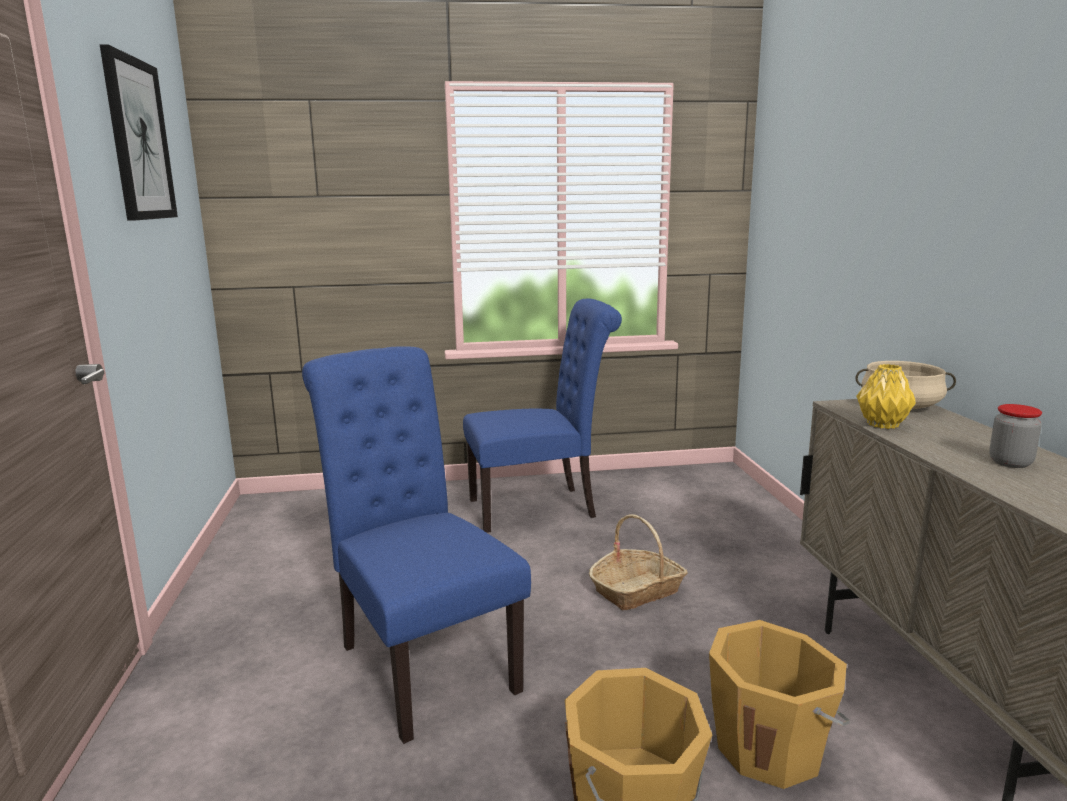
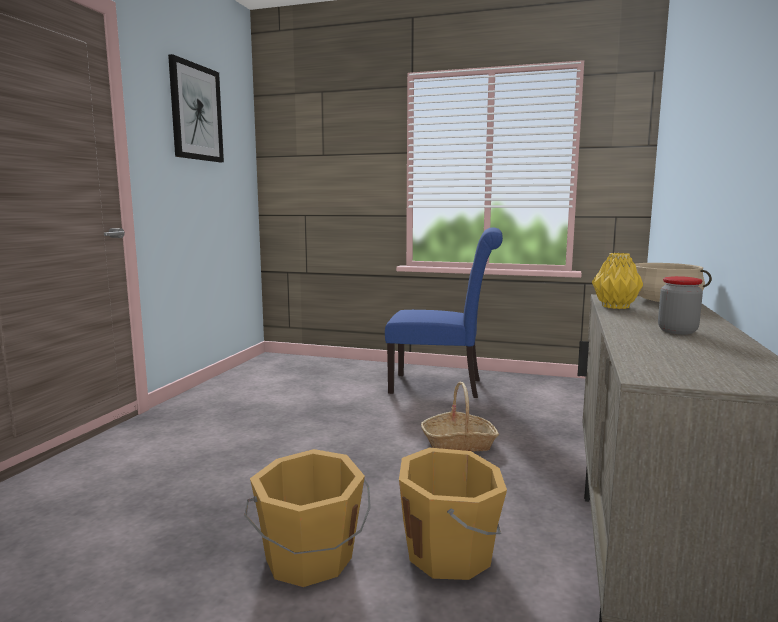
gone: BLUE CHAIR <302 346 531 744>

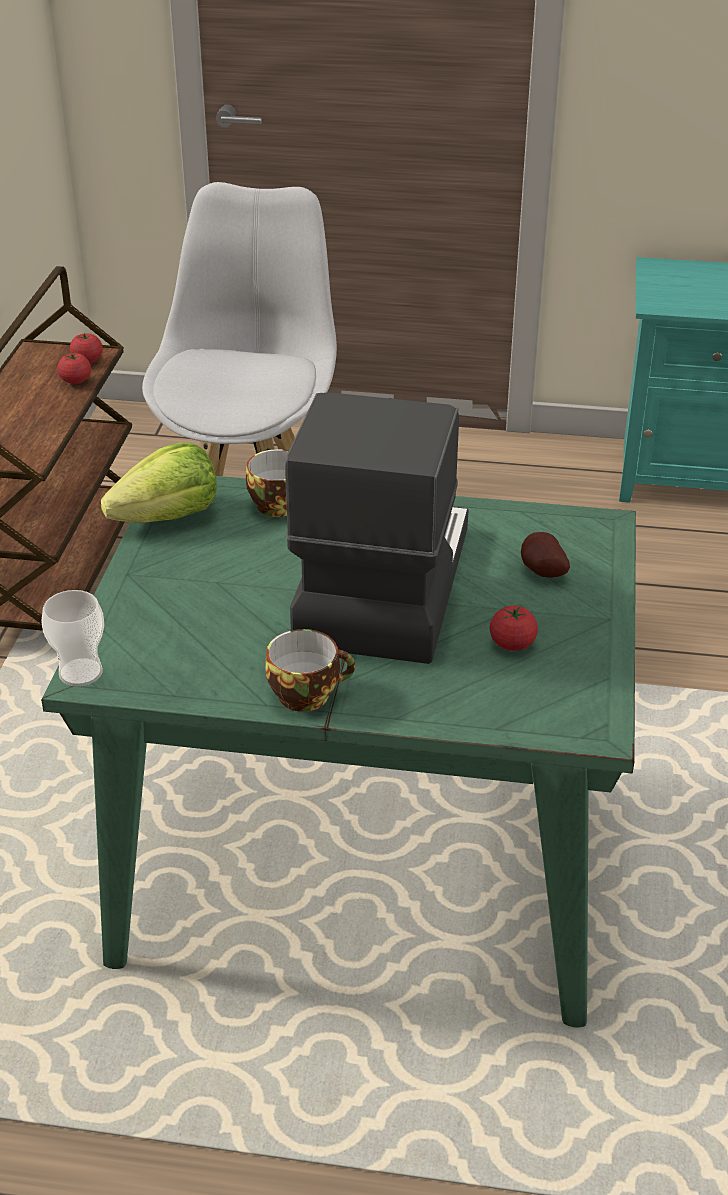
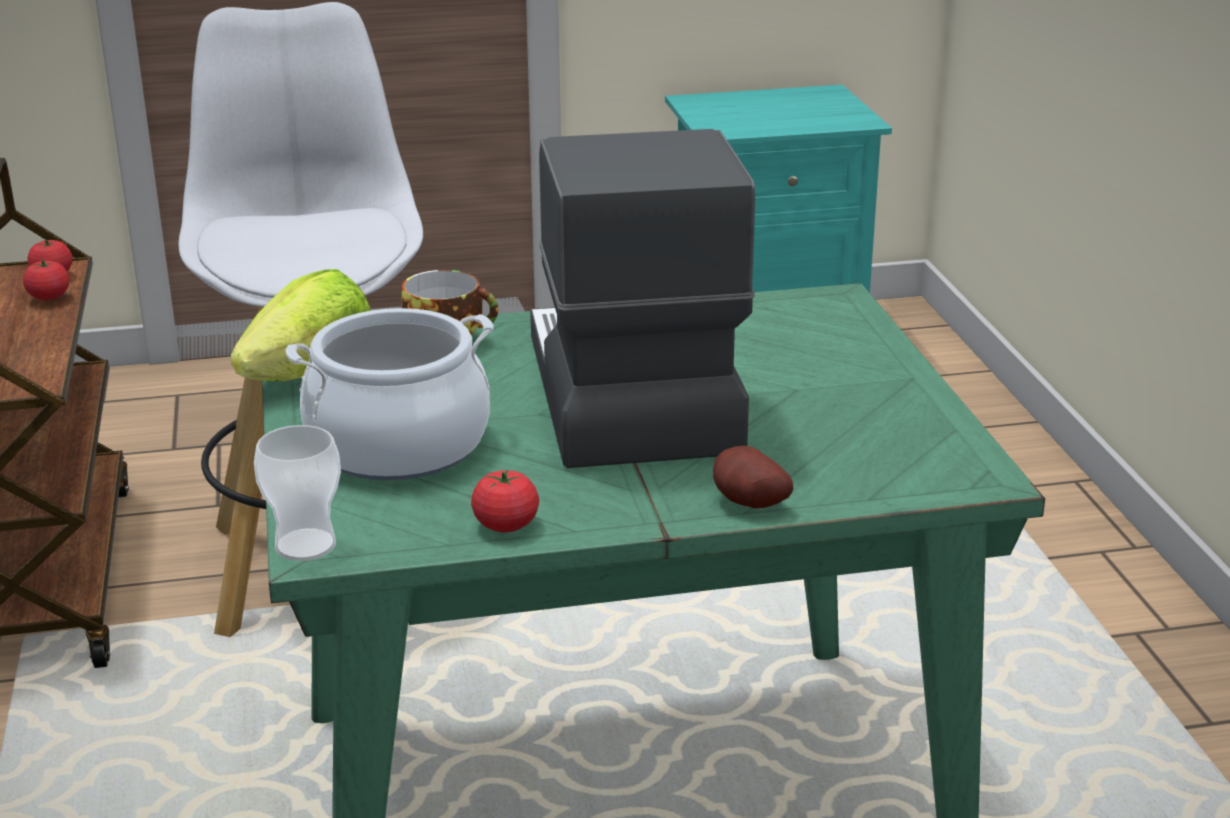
gone: CUP <265 629 355 712>
new: COOKING POT <286 308 494 480>
shifted: TOMATO <489 606 538 651> to <471 470 539 532>; POTATO <521 532 570 578> to <713 446 793 508>

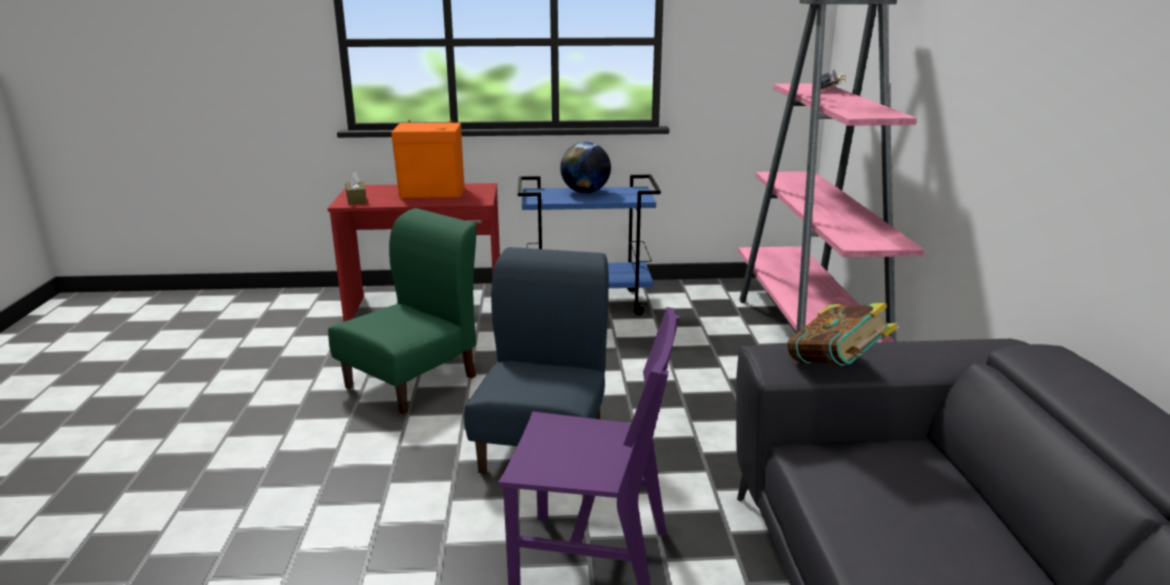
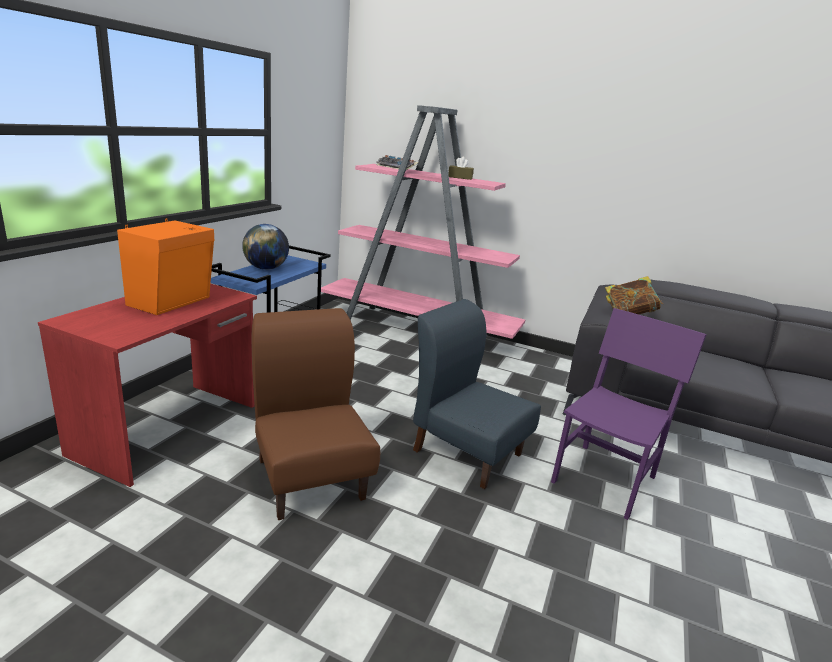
shifted: BROWN TISSUE BOX <345 172 367 205> to <448 157 474 180>
repainted: GREEN CHAIR <328 208 477 414> to BROWN CHAIR <251 308 380 520>

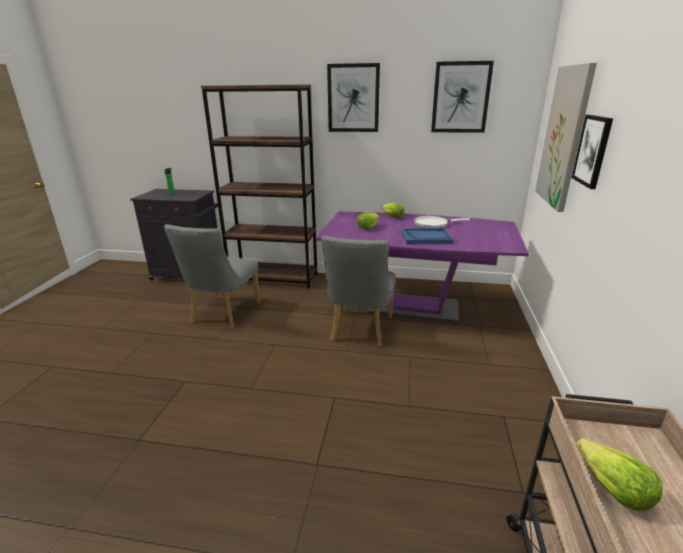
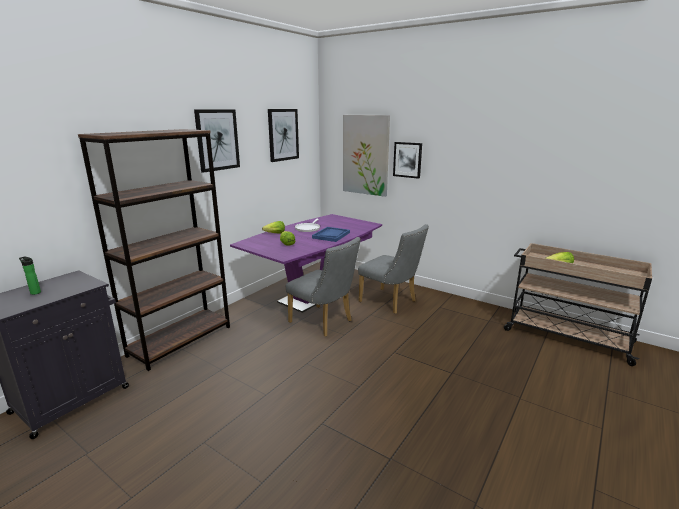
shifted: GREY CHAIR <164 224 261 328> to <358 224 429 314>

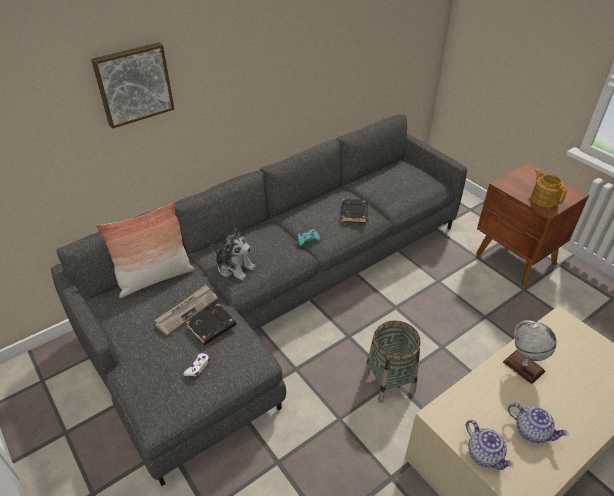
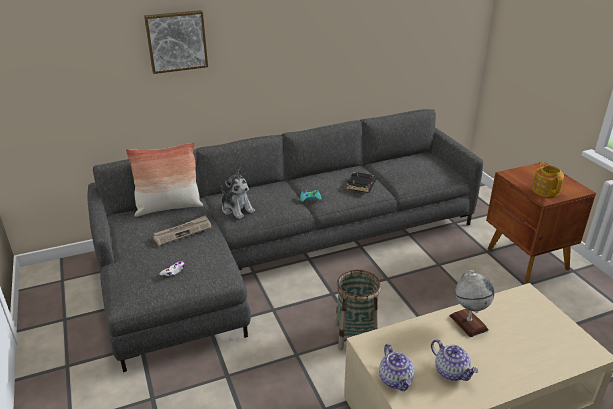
gone: BLACK BOOK <186 304 237 345>

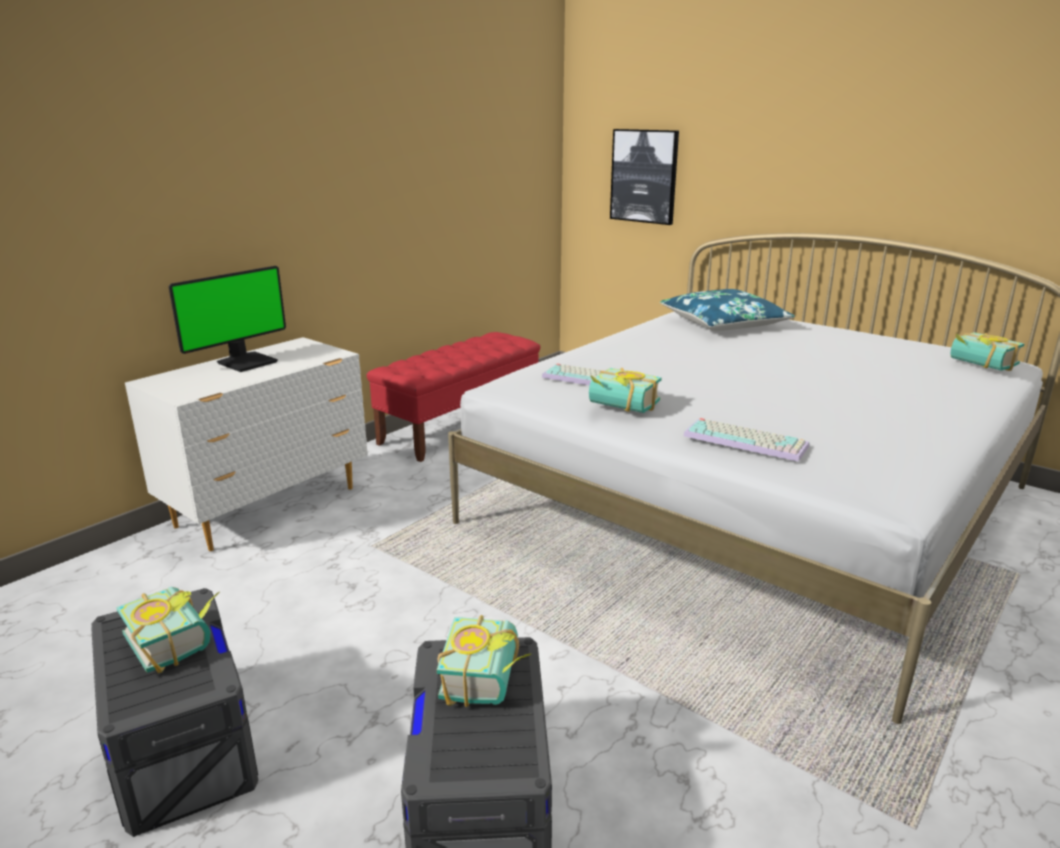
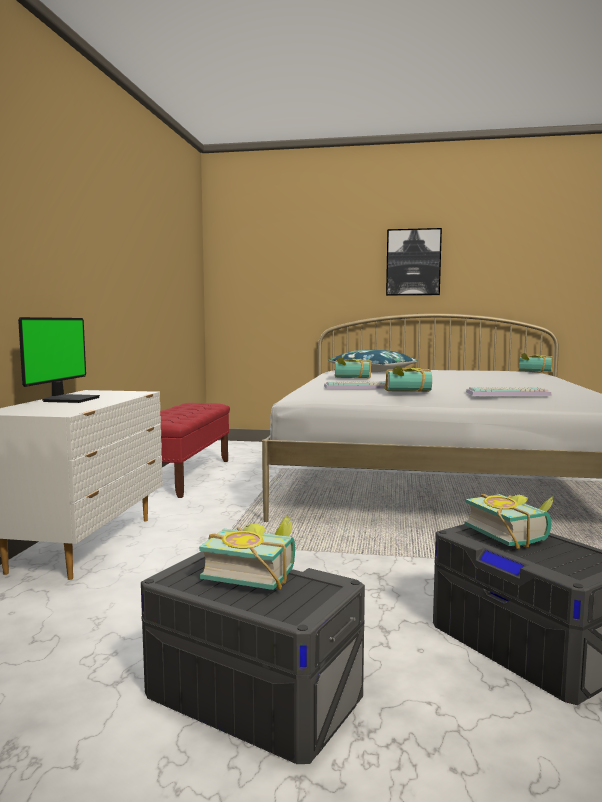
new: BOOK <335 357 371 378>
shifted: PICTURE <610 129 679 225> to <386 228 442 296>

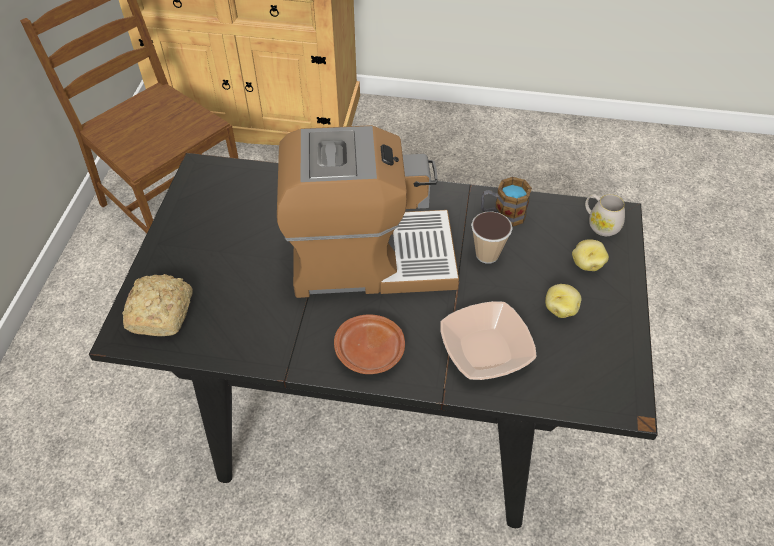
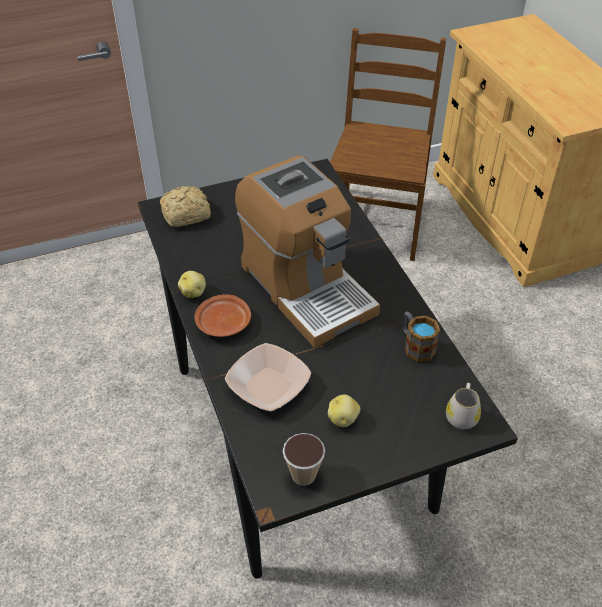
shifted: CUP <471 211 513 264> to <283 433 325 486>; POTATO <572 239 609 271> to <178 271 206 298>

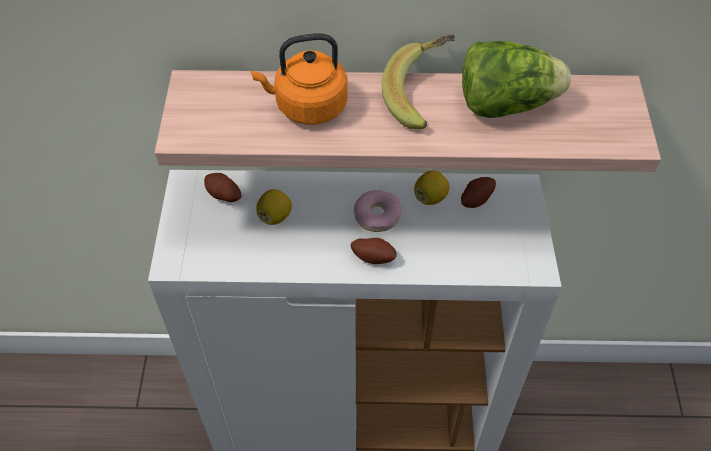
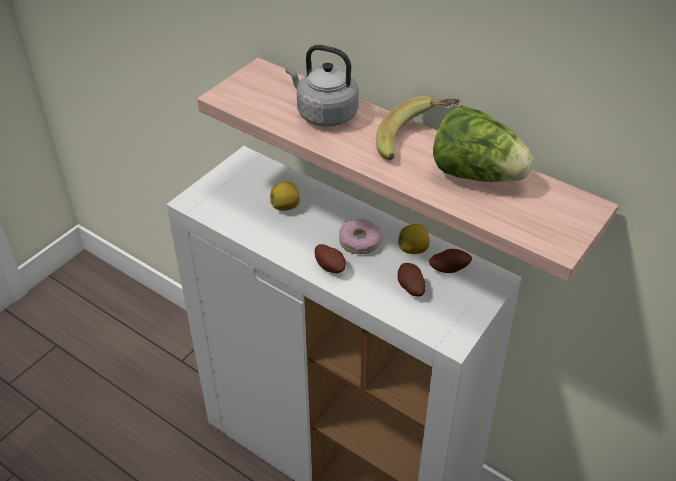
shifted: POTATO <204 173 242 202> to <397 263 426 296>
repainted: ORANGE KETTLE <251 33 348 124> to GREY KETTLE <285 45 359 127>

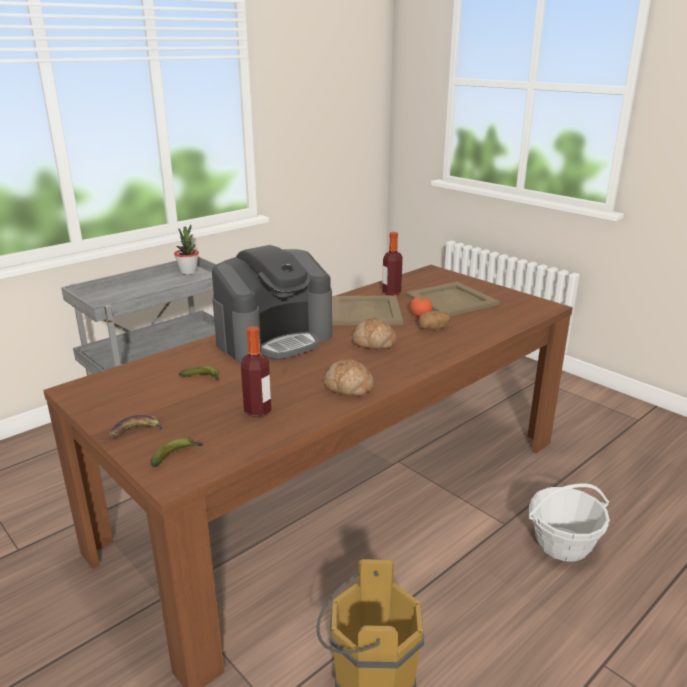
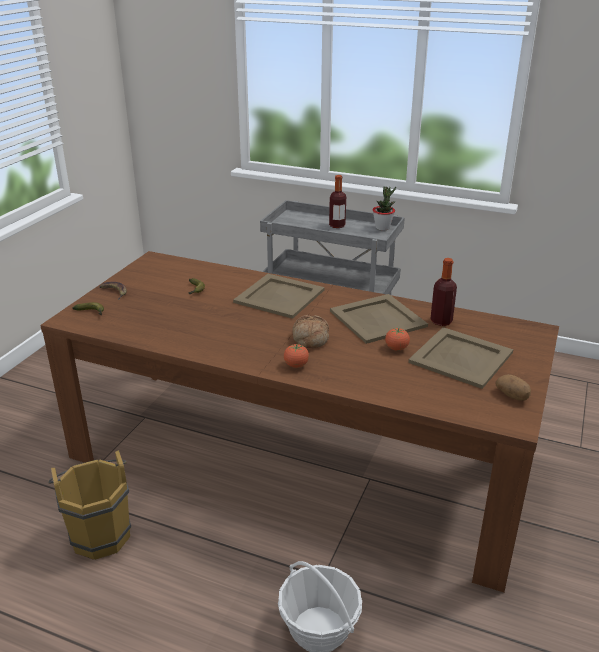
gone: BREAD <324 358 374 396>
new: TOMATO <284 343 309 368>
shifted: BOTTLE <241 326 271 417> to <329 175 346 228>; POTATO <418 311 450 330> to <495 374 531 401>
swapped: COFFEE MACHINE <212 245 332 363> to BEIGE TRAY <233 274 325 319>

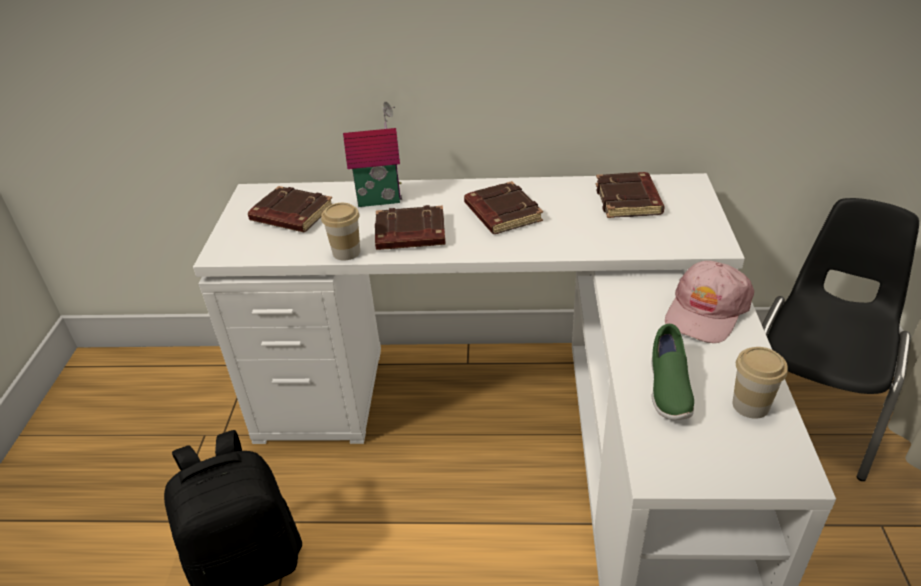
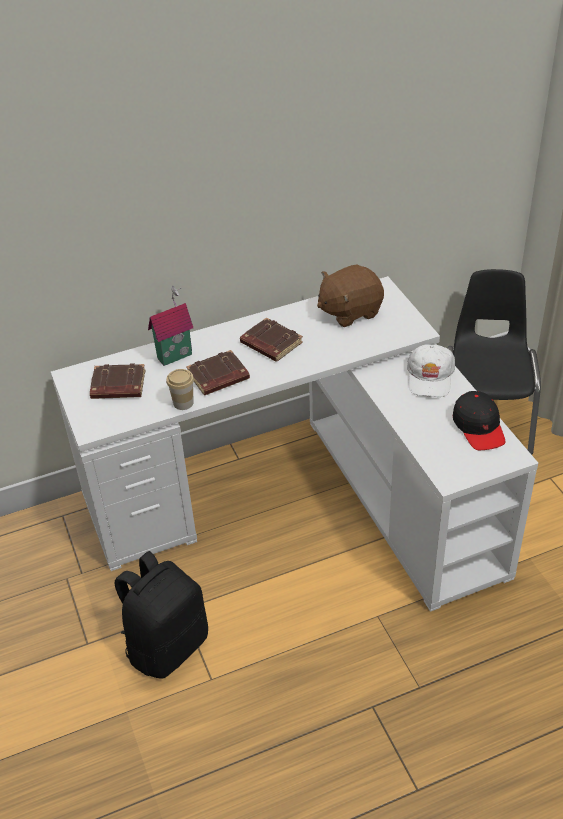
gone: GREEN SHOE <651 324 694 420>
swapped: BROWN BOOK <596 172 665 218> to BROWN PLUSH TOY <317 264 384 327>; CUP <732 347 788 419> to BLACK CAP <453 391 505 450>
repainted: PINK CAP <665 261 754 343> to WHITE CAP <407 344 455 397>

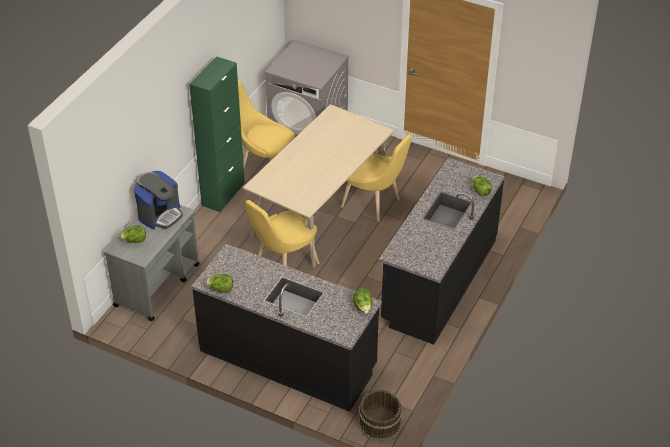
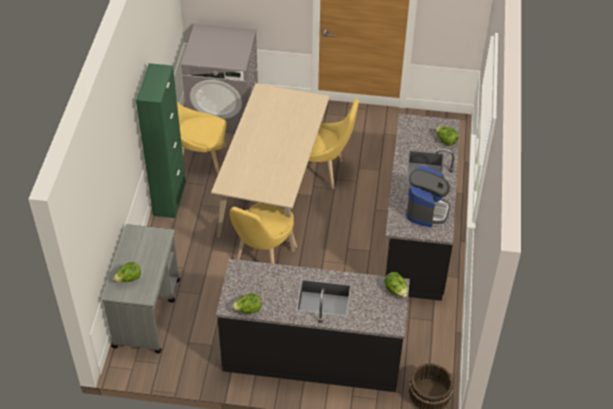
shifted: COFFEE MACHINE <134 171 183 229> to <406 166 450 227>

